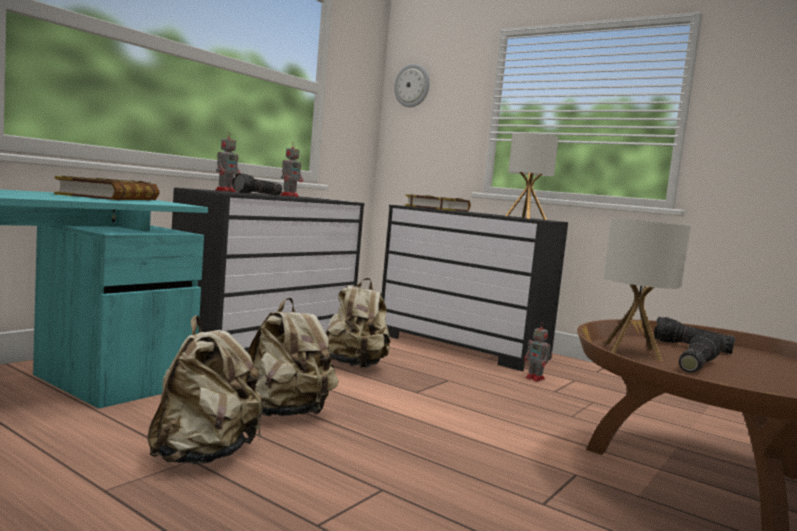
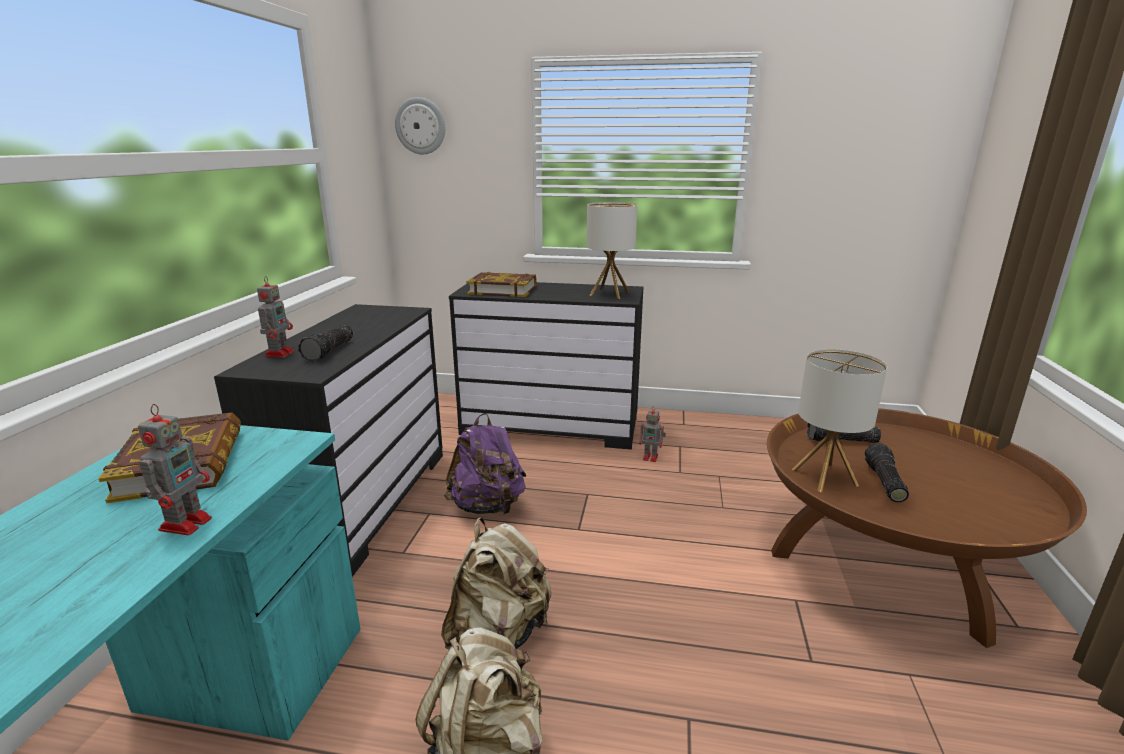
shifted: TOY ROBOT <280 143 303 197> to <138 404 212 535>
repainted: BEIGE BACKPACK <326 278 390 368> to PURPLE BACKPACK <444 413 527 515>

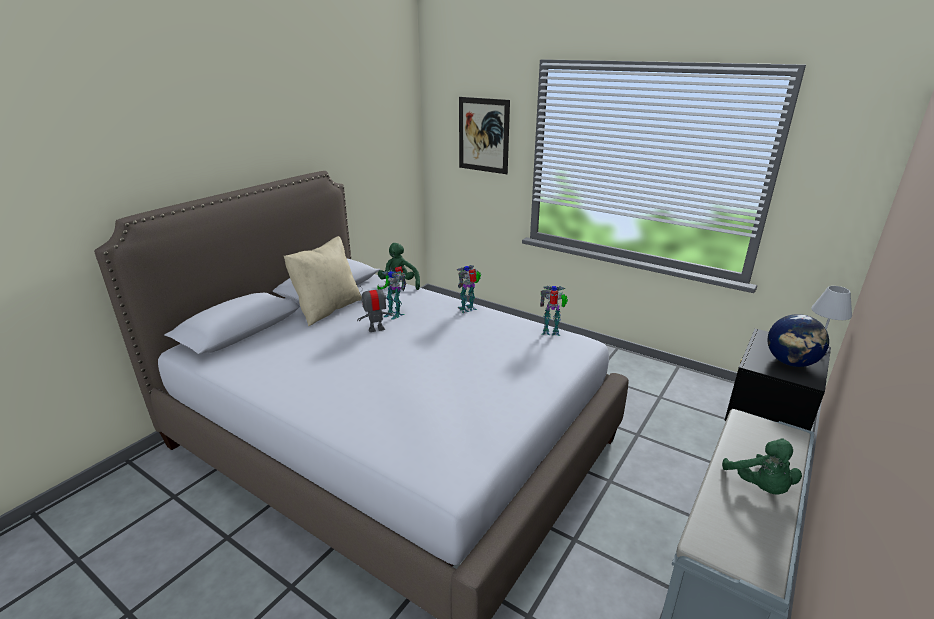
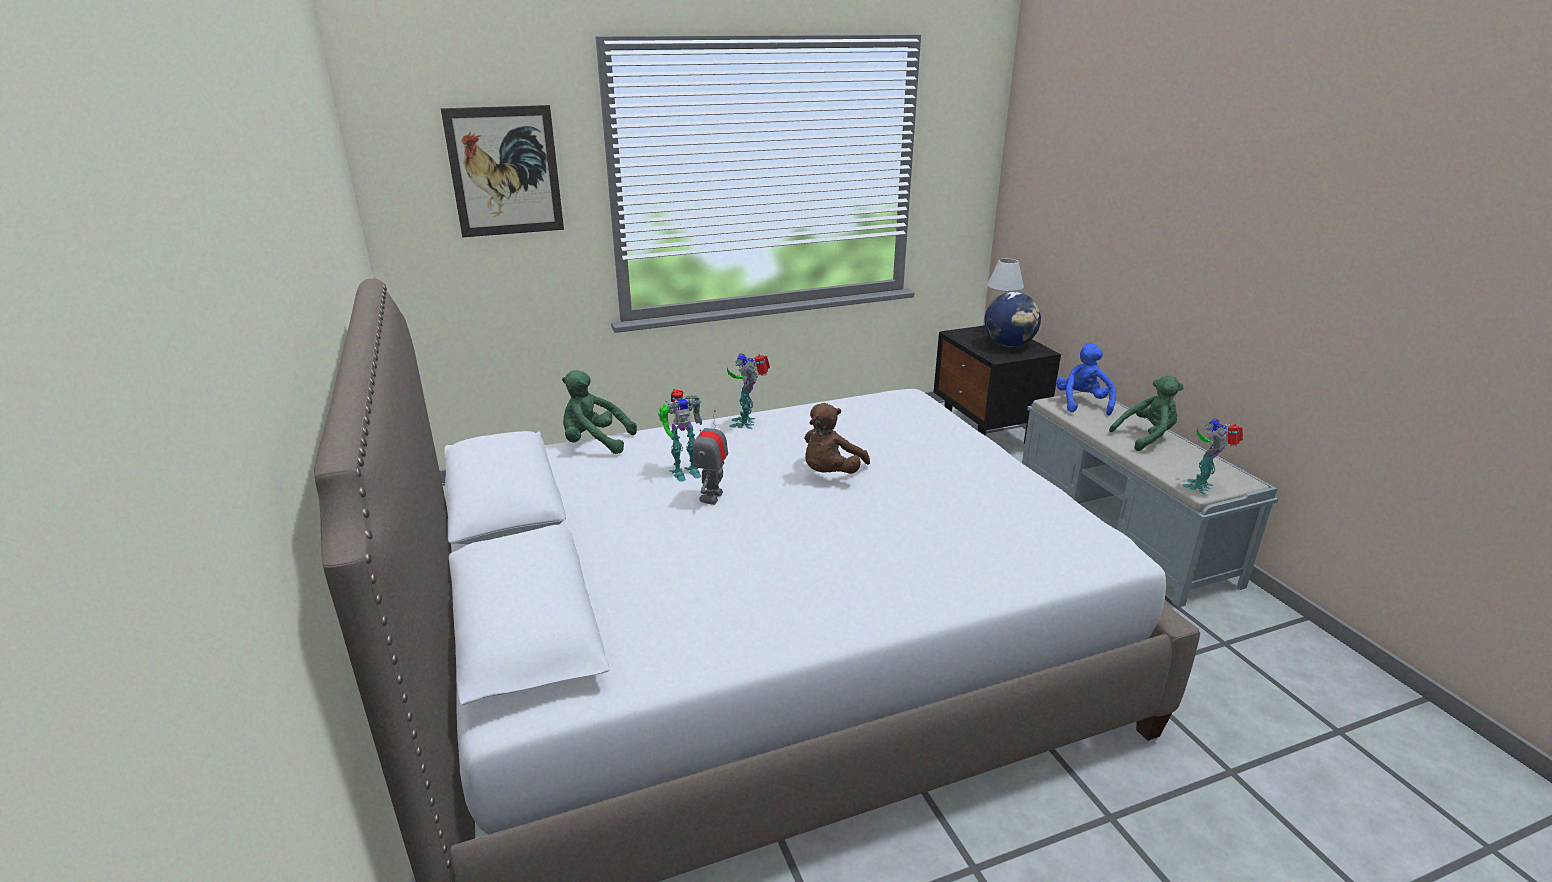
gone: BEIGE PILLOW <284 236 362 326>
new: BROWN PLUSH TOY <804 403 870 474>; BLUE PLUSH TOY <1056 343 1116 415>
shifted: TOY ROBOT <540 286 568 336> to <1182 418 1243 494>
rotated: GREEN PLUSH TOY <722 438 802 495> = <1109 375 1184 451> 45 degrees counterclockwise

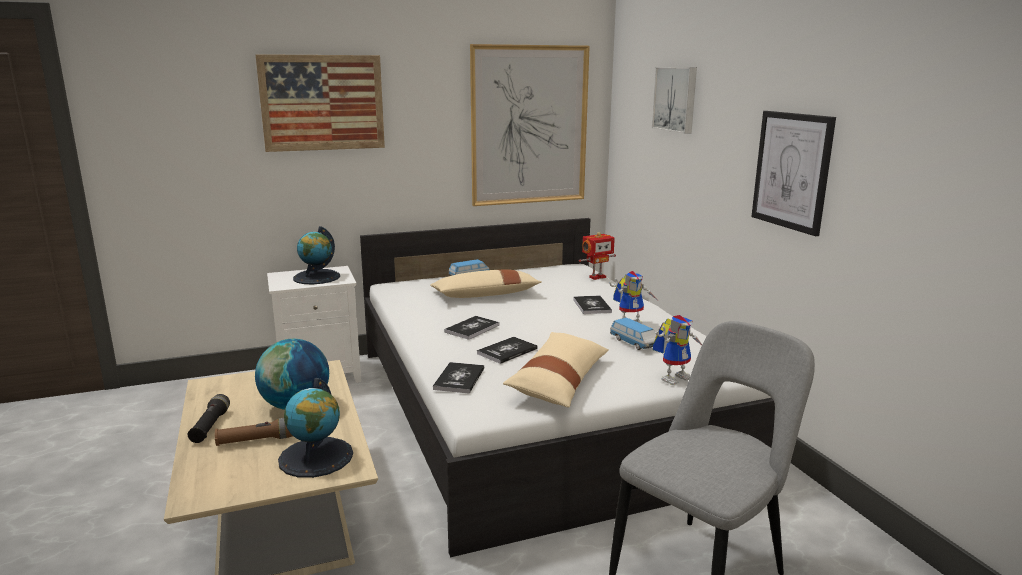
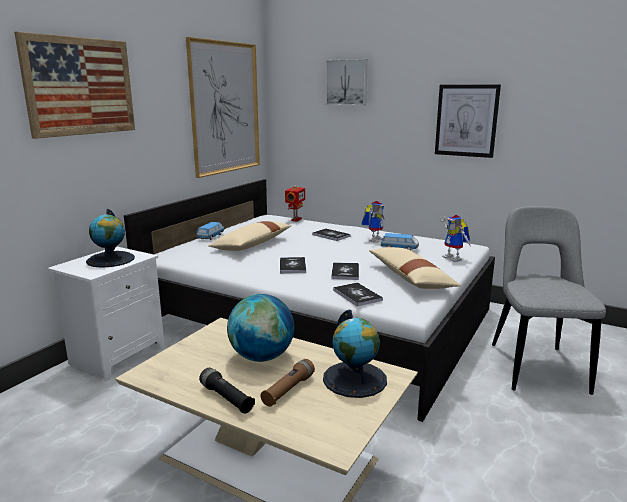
rotated: TOY ROBOT <653 315 702 385> = <440 215 471 262> 135 degrees clockwise

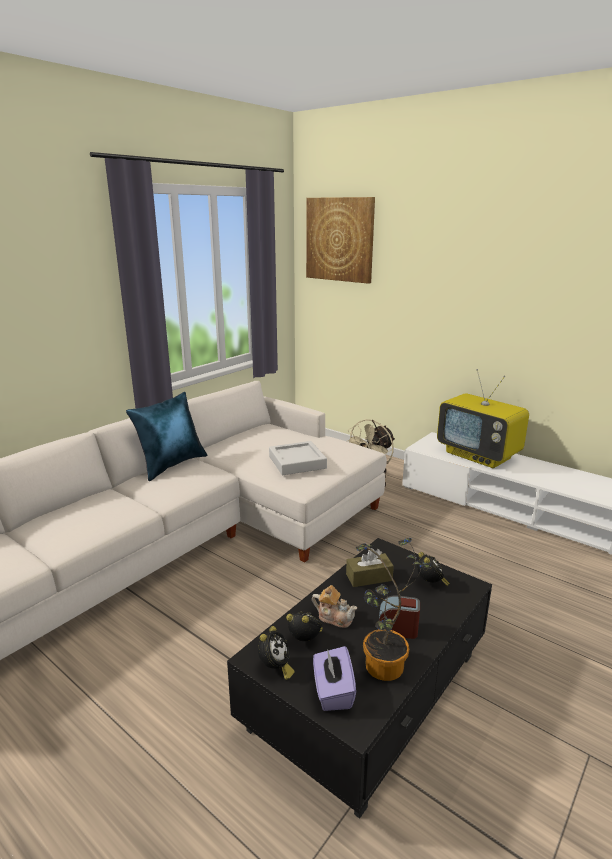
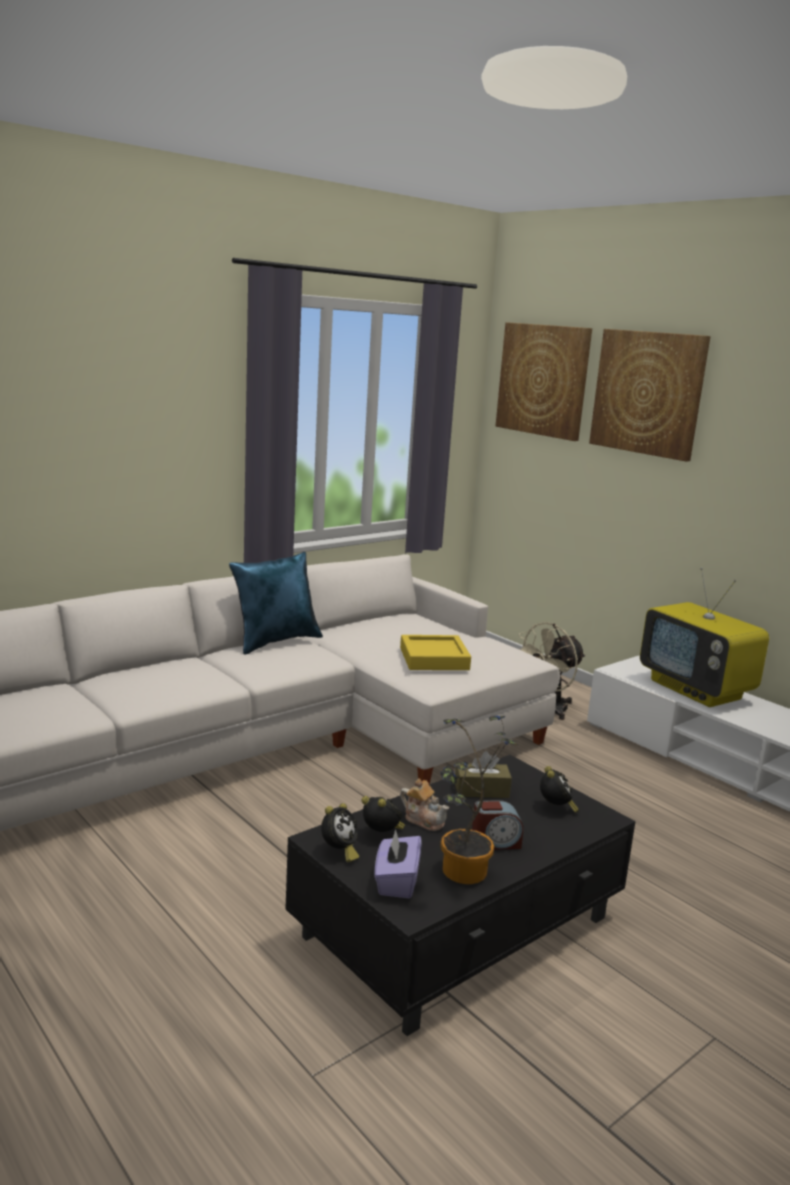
new: PICTURE <589 329 711 462>
repainted: GREY TRAY <269 441 327 475> to YELLOW TRAY <400 635 471 670>
rotated: ALARM CLOCK <379 595 420 639> = <472 800 523 850> 150 degrees clockwise

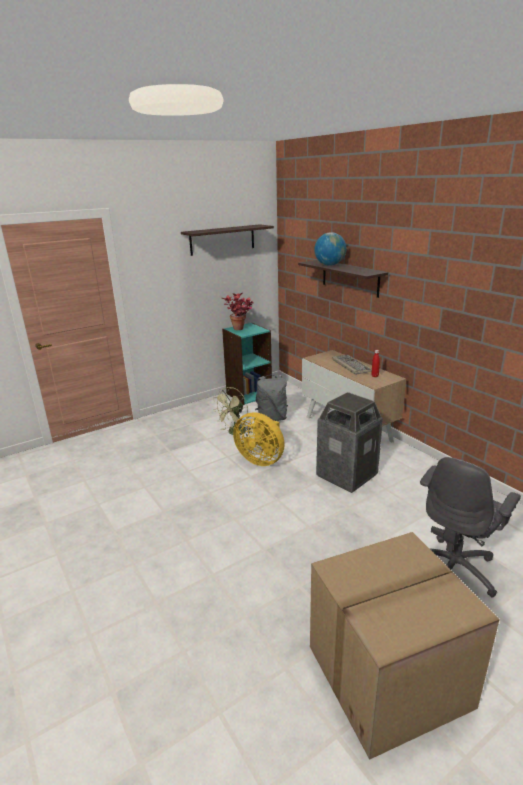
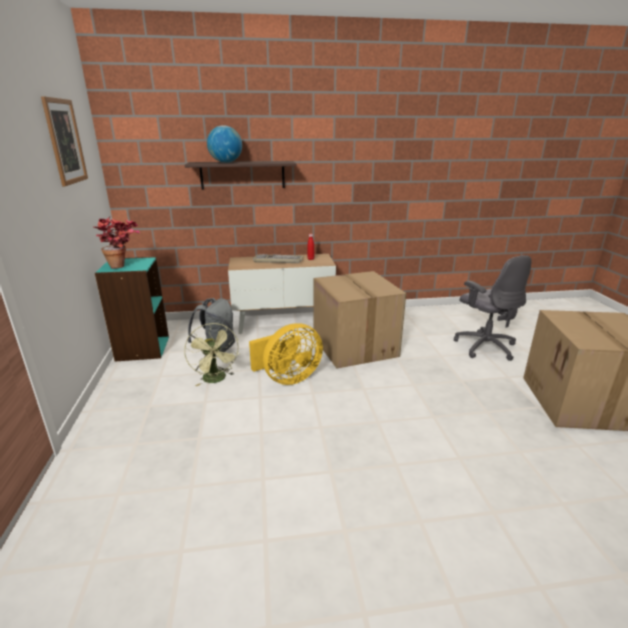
swapped: SHELF <181 224 274 256> to PICTURE <41 96 88 186>; TRASH CAN <316 392 383 493> to CARDBOARD BOX <313 271 406 368>

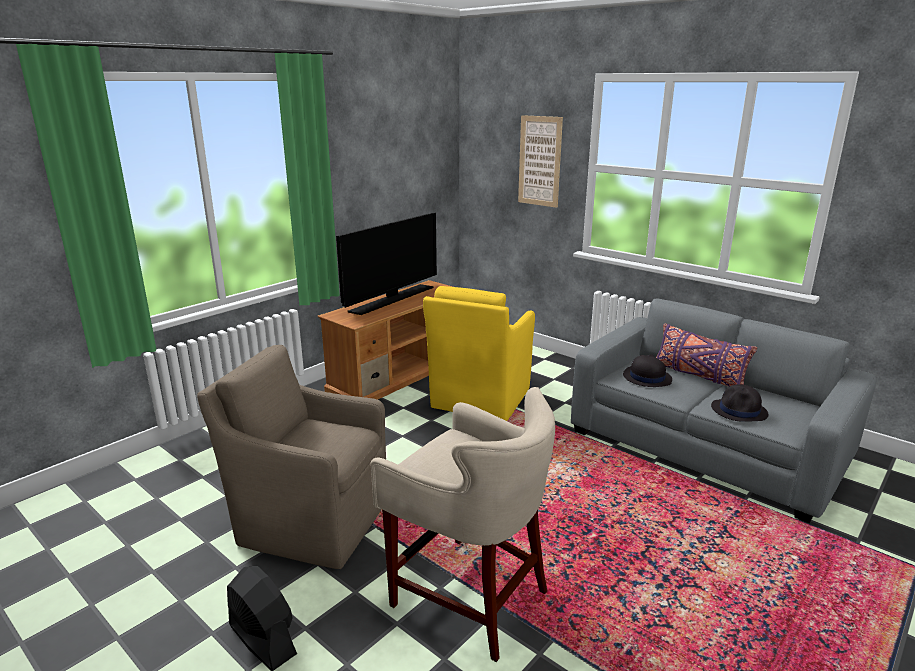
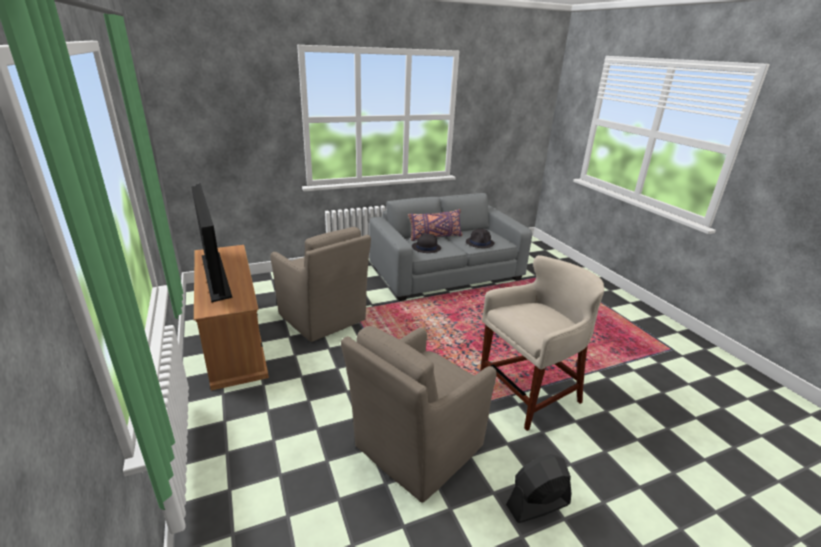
gone: PICTURE <518 115 563 208>
repainted: YELLOW ARMCHAIR <423 286 535 421> to BROWN ARMCHAIR <271 227 371 342>

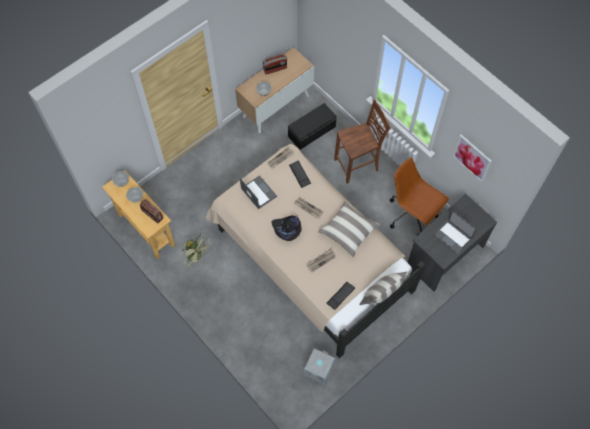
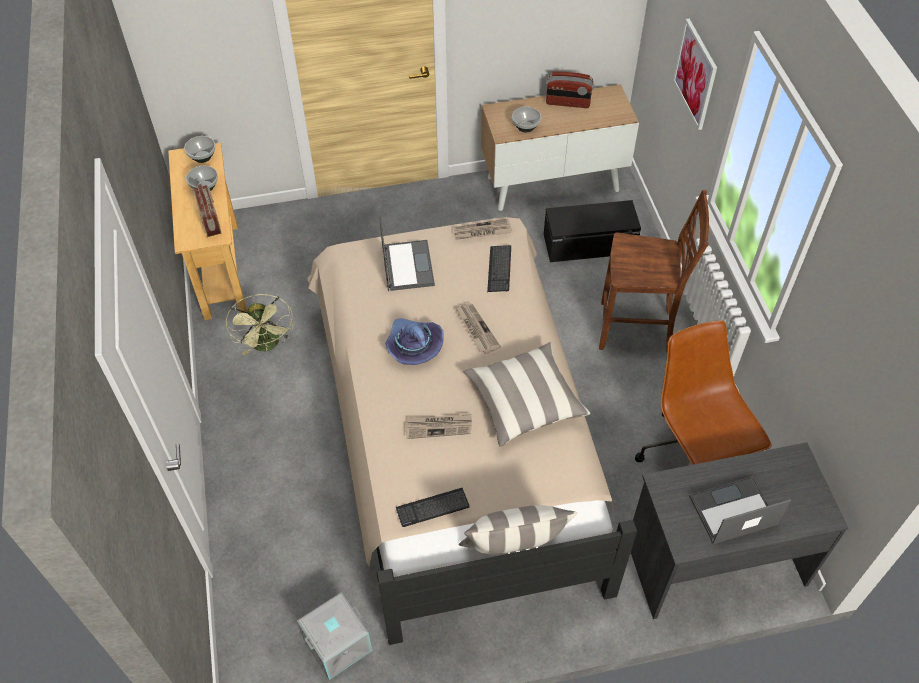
shifted: PICTURE <453 135 492 182> to <673 19 717 130>
repainted: BLACK HAT <271 216 301 241> to PURPLE HAT <385 318 444 365>
rotated: LAPTOP <433 210 477 255> = <689 476 791 544> 90 degrees clockwise

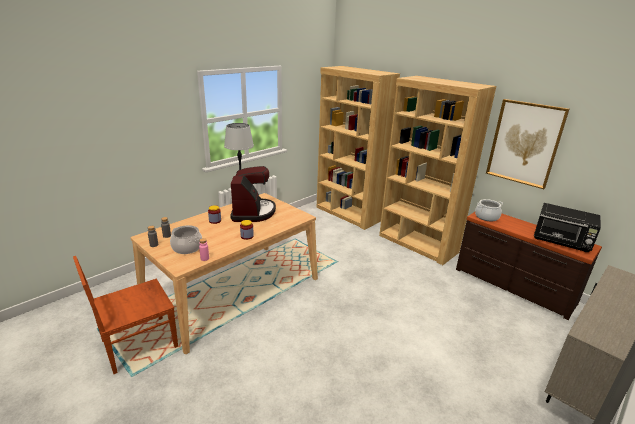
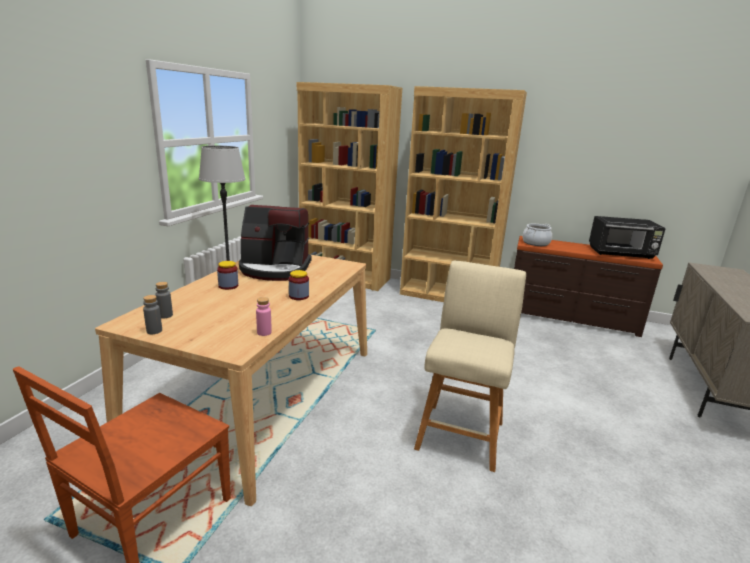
gone: COOKING POT <170 225 202 254>; PICTURE <486 99 569 189>
new: BEIGE STOOL <414 260 526 472>
rotated: COFFEE MACHINE <230 166 276 222> = <239 205 311 281> 120 degrees clockwise

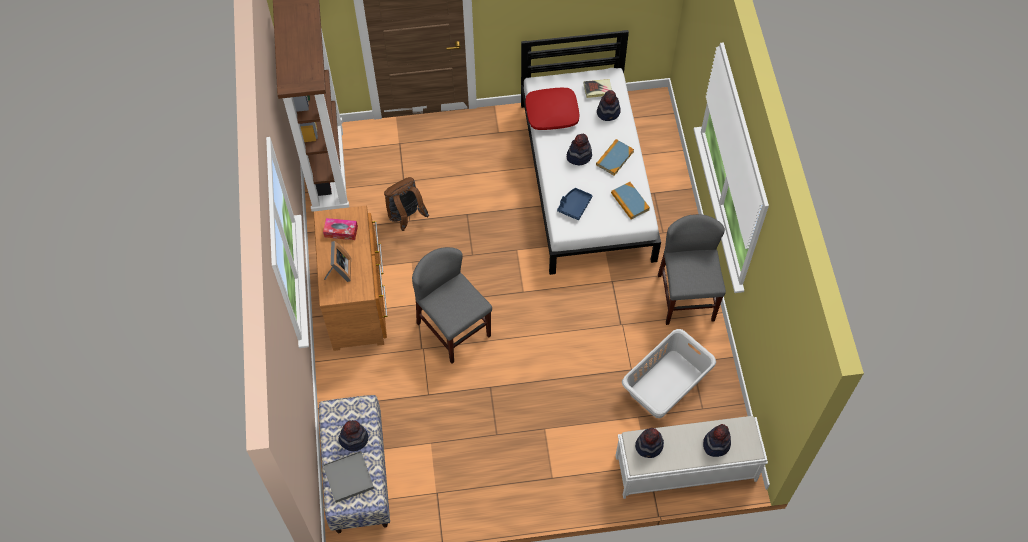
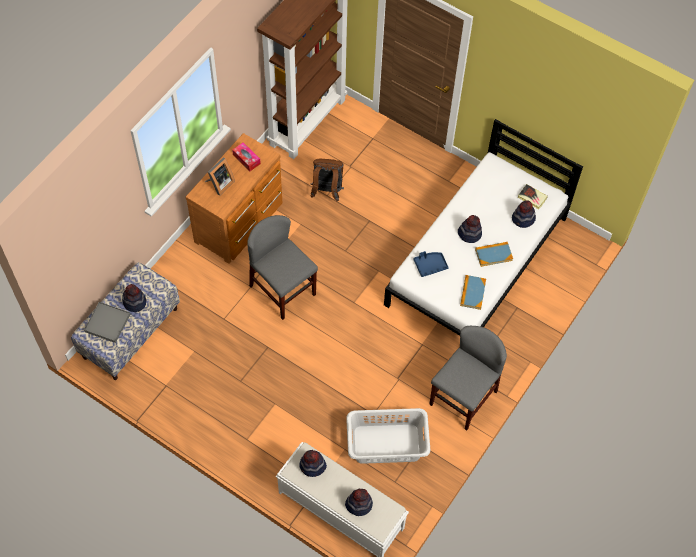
gone: RED PILLOW <525 88 580 130>
rotated: GREY CHAIR <412 247 492 363> = <247 215 318 320> 45 degrees counterclockwise

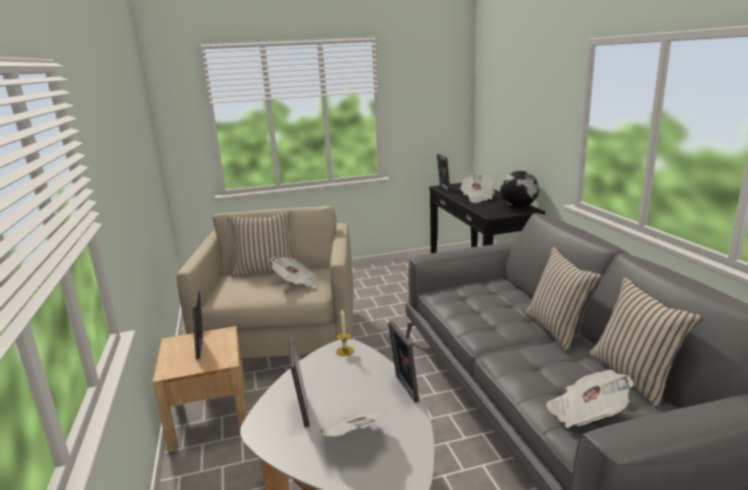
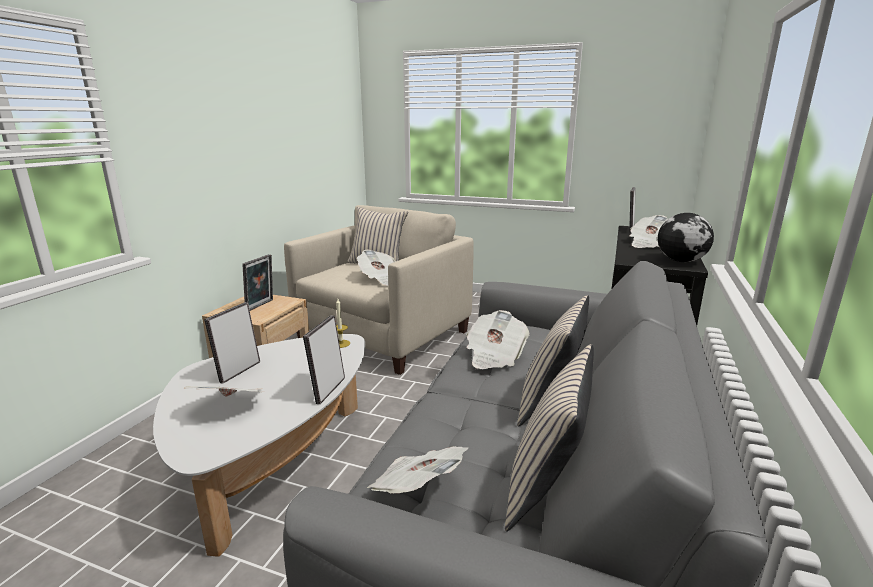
new: NEWSPAPER <466 310 529 369>

